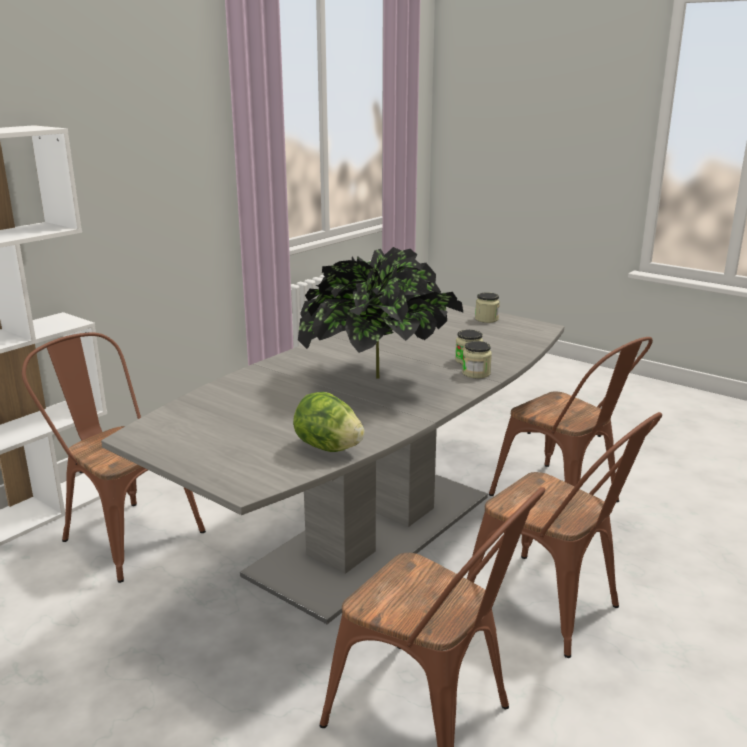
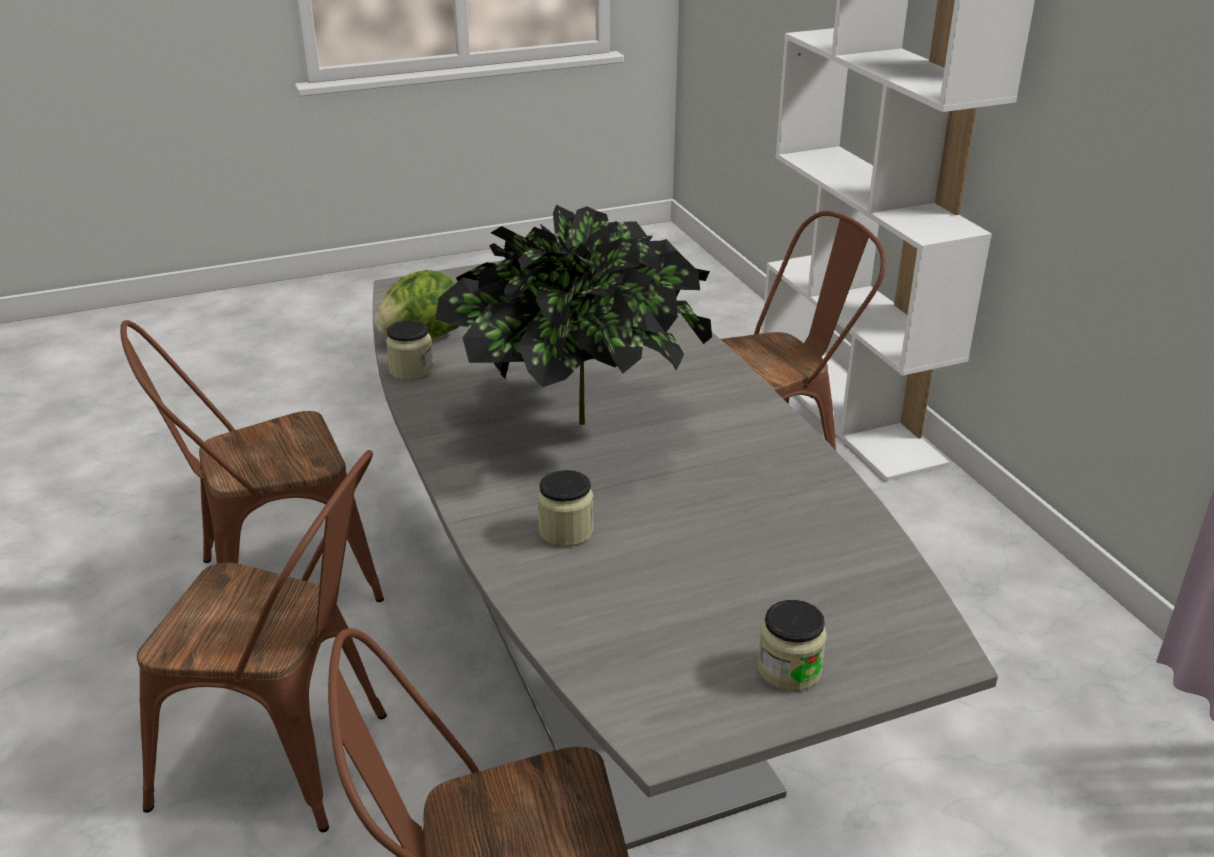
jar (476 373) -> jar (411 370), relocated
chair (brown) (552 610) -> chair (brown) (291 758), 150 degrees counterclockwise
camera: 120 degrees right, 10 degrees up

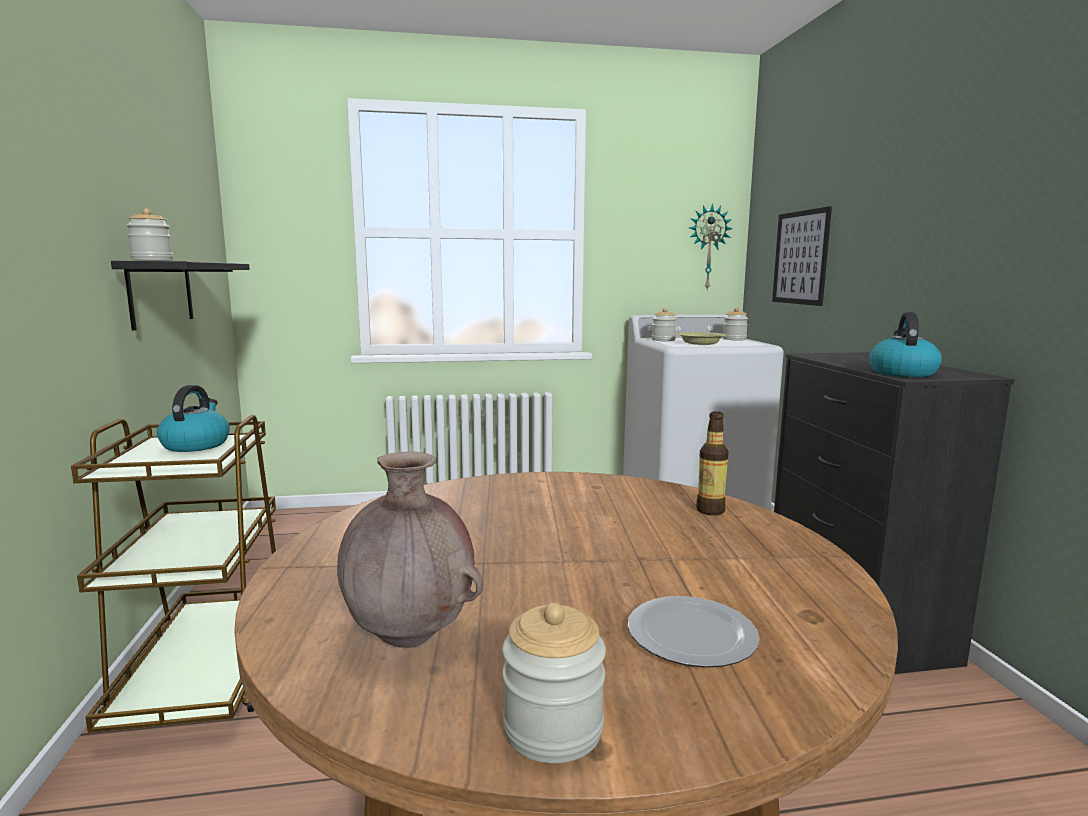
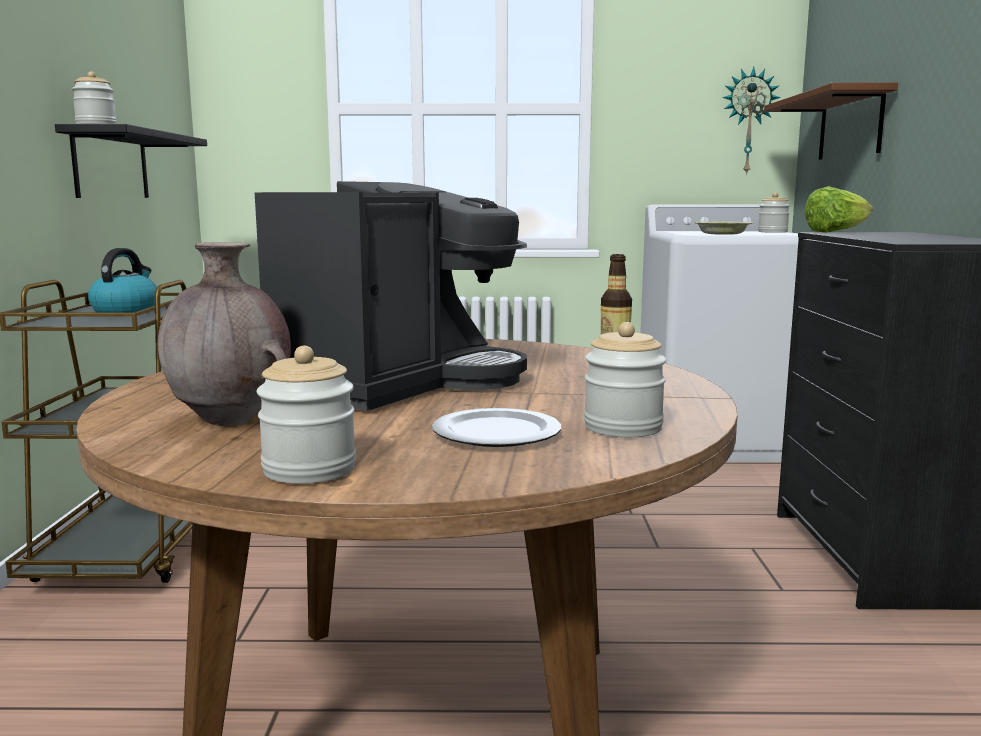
picture (800 257) -> shelf (brown) (850 126)
jar (663 340) -> jar (623 427), relocated
kettle (901 373) -> none
none -> coffee machine (398 382)
none -> lettuce (836 232)
camera: 10 degrees right, 0 degrees up

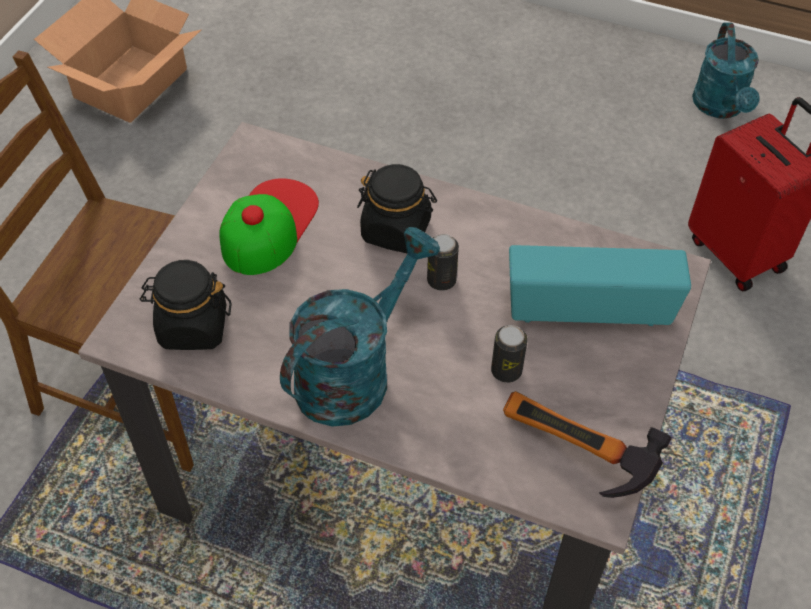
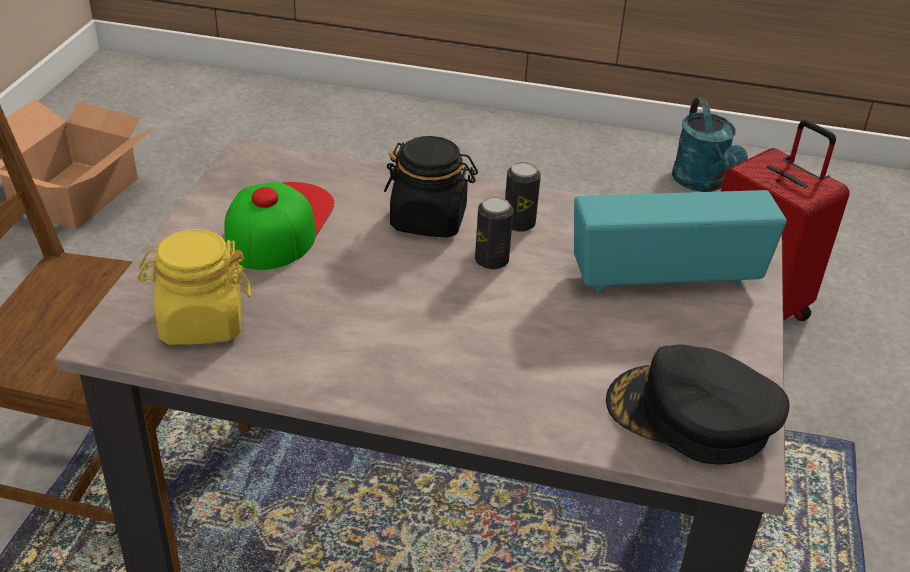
watering can (turquoise) (354 371) -> none
jar (black) (192 327) -> jar (yellow) (201 323)
can (506 371) -> can (519 224), relocated
hammer (571 457) -> cap (black) (691 416)
camera: 10 degrees left, 15 degrees down

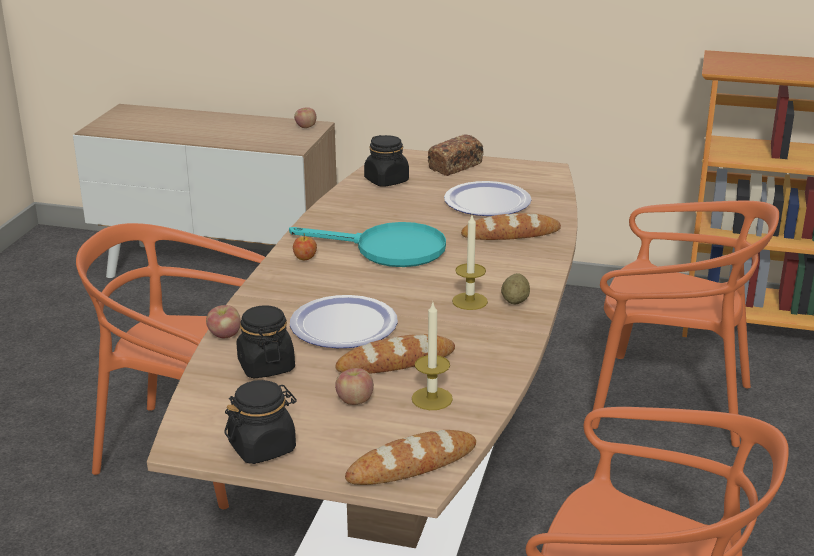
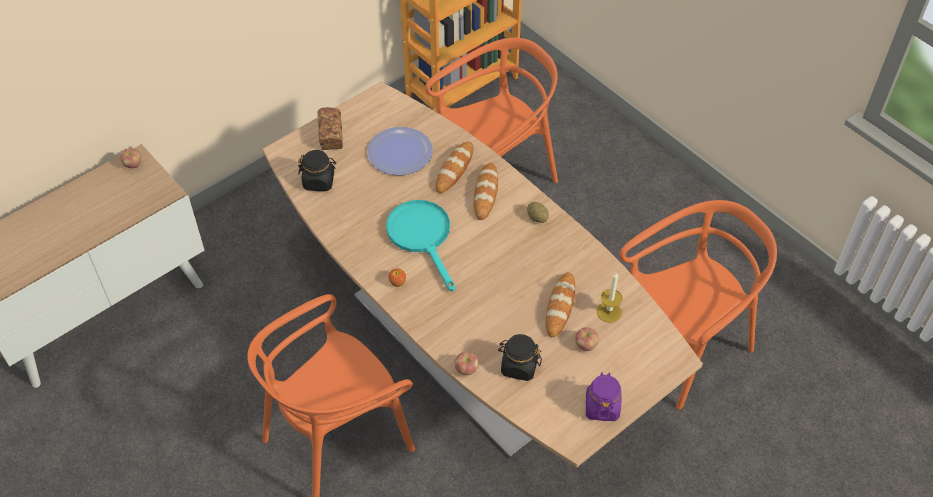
candle (469 301) -> none
frying pan (turquoise) (388 249) -> frying pan (turquoise) (422 237), 75 degrees counterclockwise
plate (343 325) -> none
jar (black) (263 447) -> jar (purple) (602 407)
bread (412 464) -> bread (485 193), relocated
camera: 55 degrees left, 25 degrees up

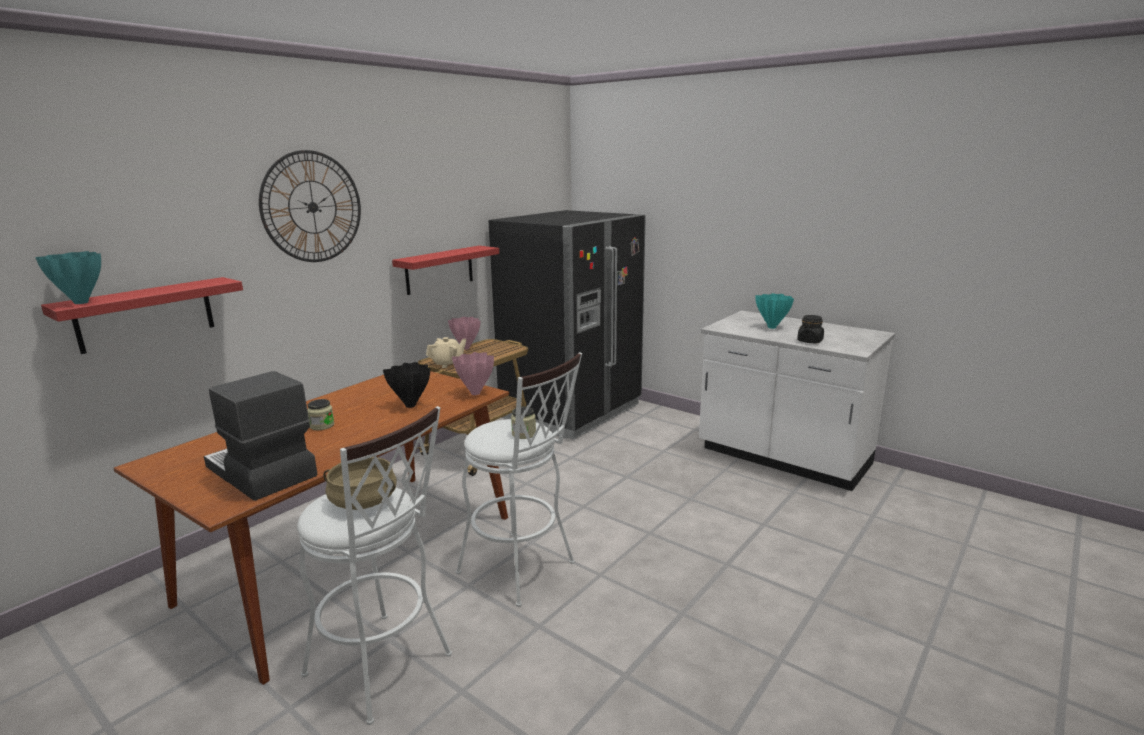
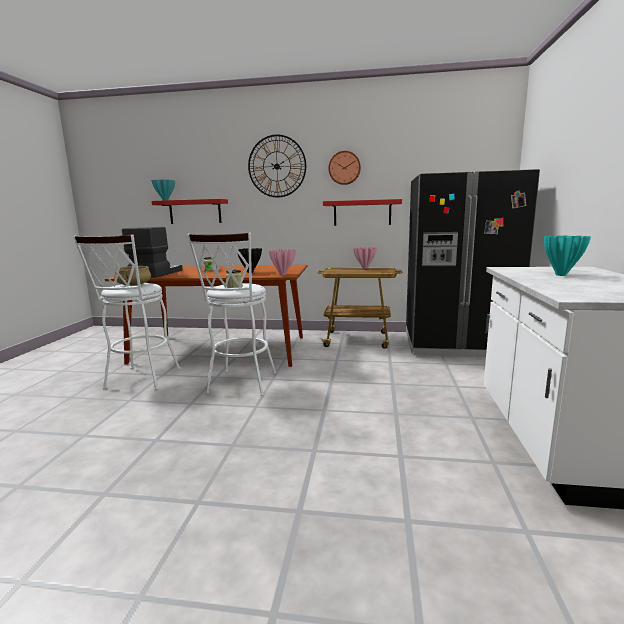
jar (black) (810 341) -> none
teapot (beige) (448 364) -> none
none -> wall clock (344 168)
camera: 60 degrees right, 5 degrees down

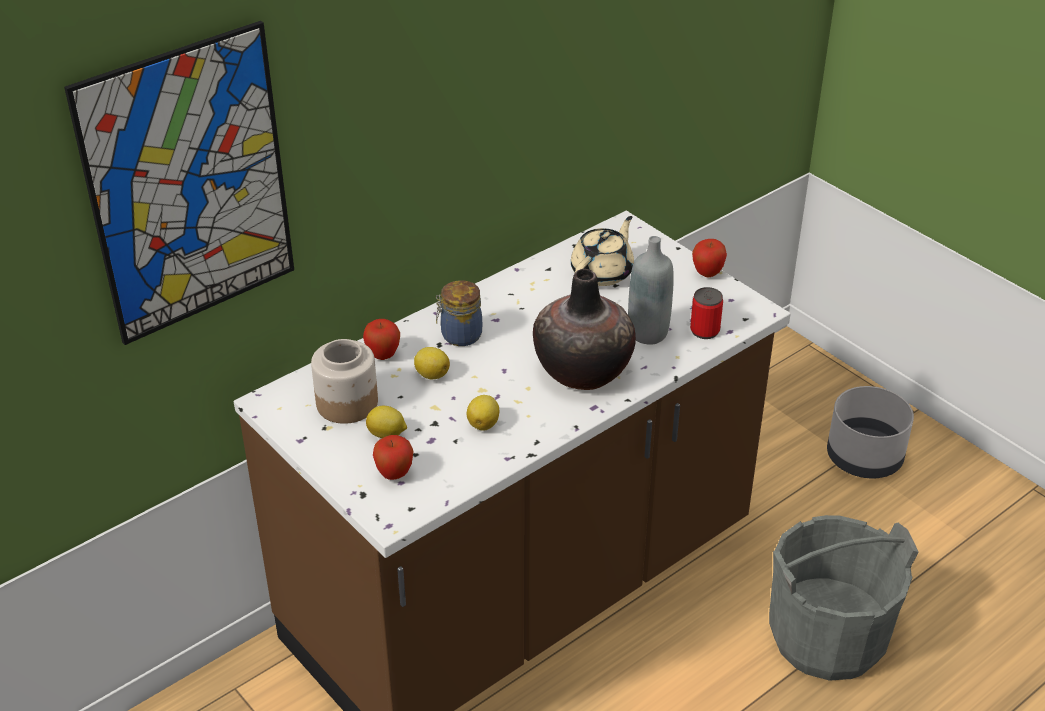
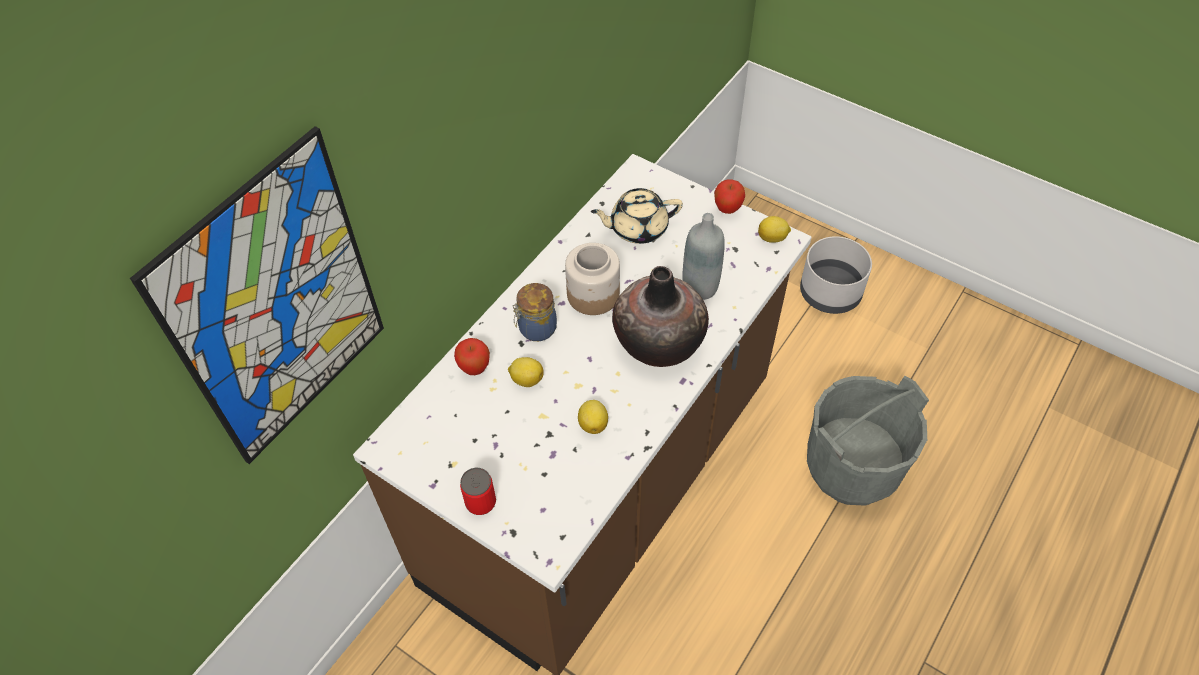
teapot (beige) (603 272) -> teapot (beige) (637 228), 120 degrees counterclockwise
can (704 331) -> can (480 502), relocated
jar (346 404) -> jar (592 295), relocated
lemon (387 435) -> lemon (773 238), relocated
apple (394 474) -> none
camera: 15 degrees left, 15 degrees up

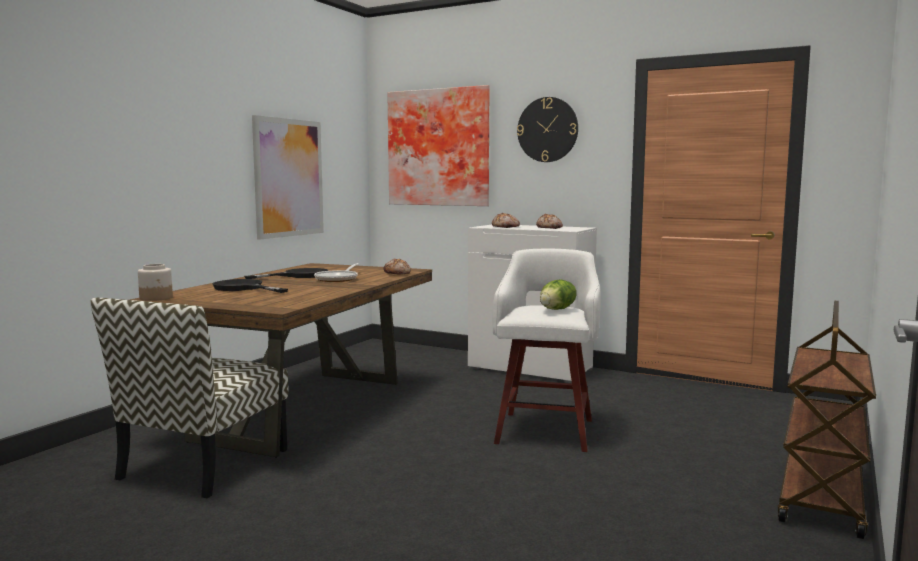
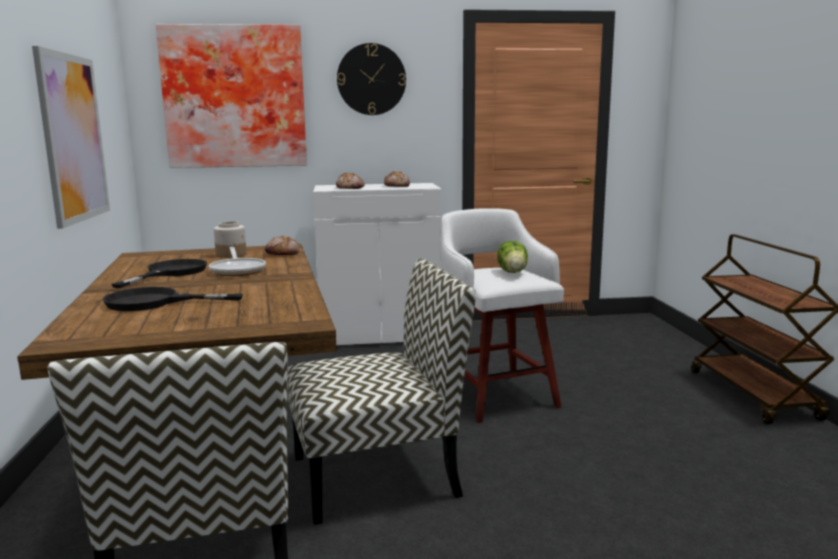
jar (156 298) -> jar (231 255), relocated
none -> chair (377 474)
camera: 35 degrees left, 5 degrees up

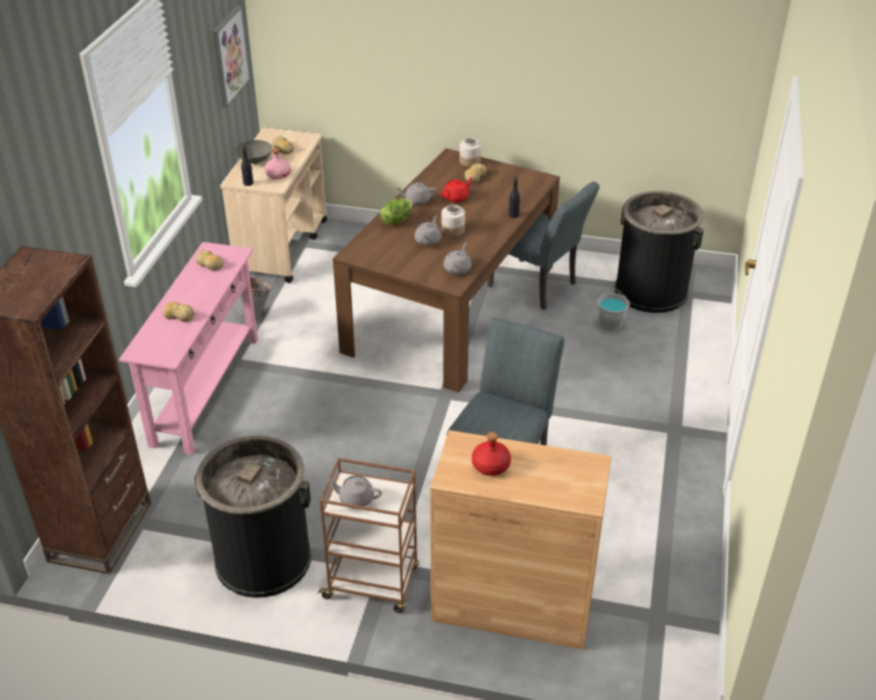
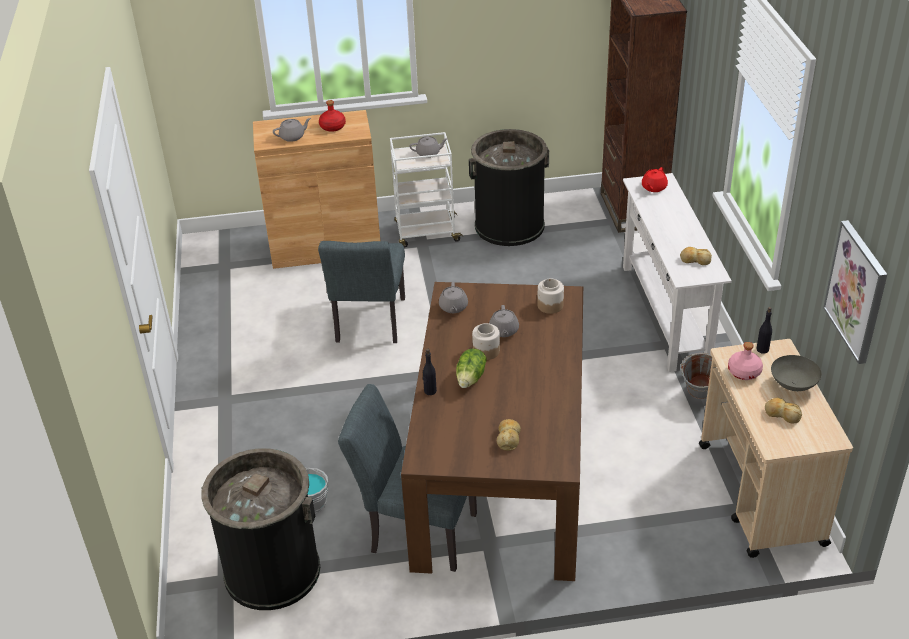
jar (470 161) -> jar (550 305), relocated
teapot (red) (456 197) -> teapot (red) (653 188), relocated
teapot (grey) (417 200) -> teapot (grey) (293 137), relocated
lettuce (396 220) -> lettuce (471 378), relocated
console table (pink) (205 390) -> console table (white) (666 314)
bread (179 316) -> none
cart (brown) (372 583) -> cart (white) (426 233)
camera: 160 degrees right, 0 degrees up

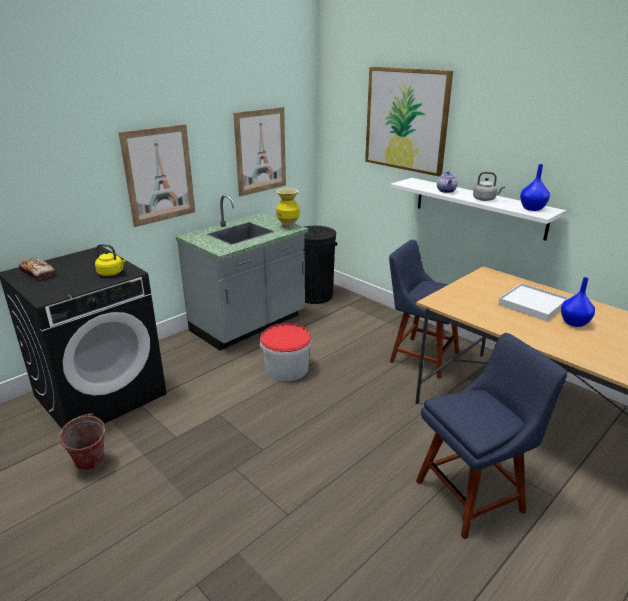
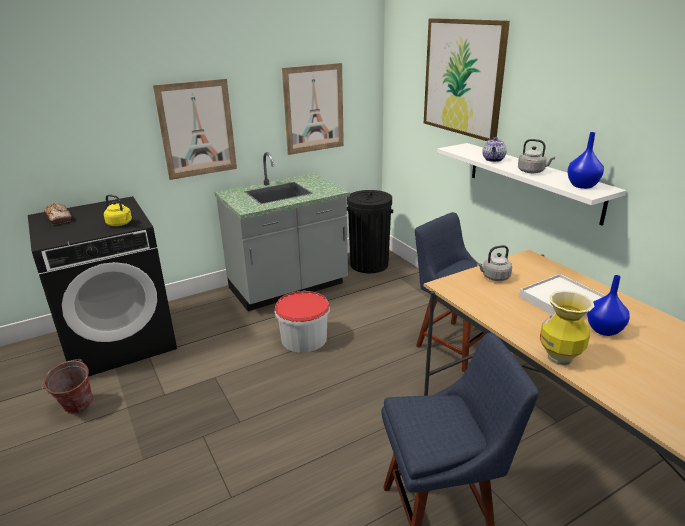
vase (288 226) -> vase (559 358), relocated
none -> kettle (grey) (494 277)
camera: 15 degrees right, 0 degrees up

